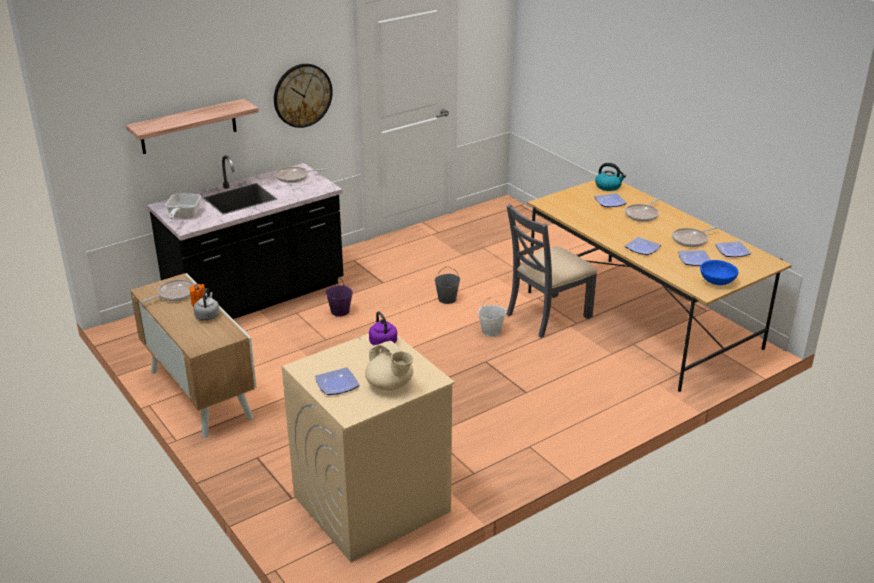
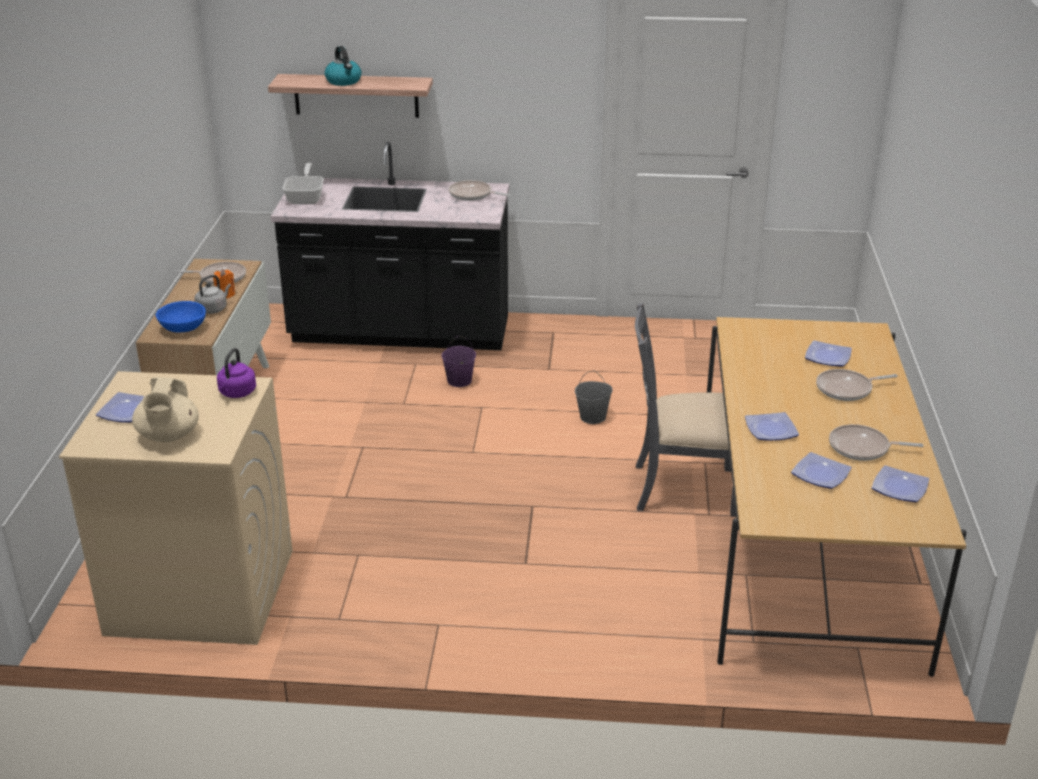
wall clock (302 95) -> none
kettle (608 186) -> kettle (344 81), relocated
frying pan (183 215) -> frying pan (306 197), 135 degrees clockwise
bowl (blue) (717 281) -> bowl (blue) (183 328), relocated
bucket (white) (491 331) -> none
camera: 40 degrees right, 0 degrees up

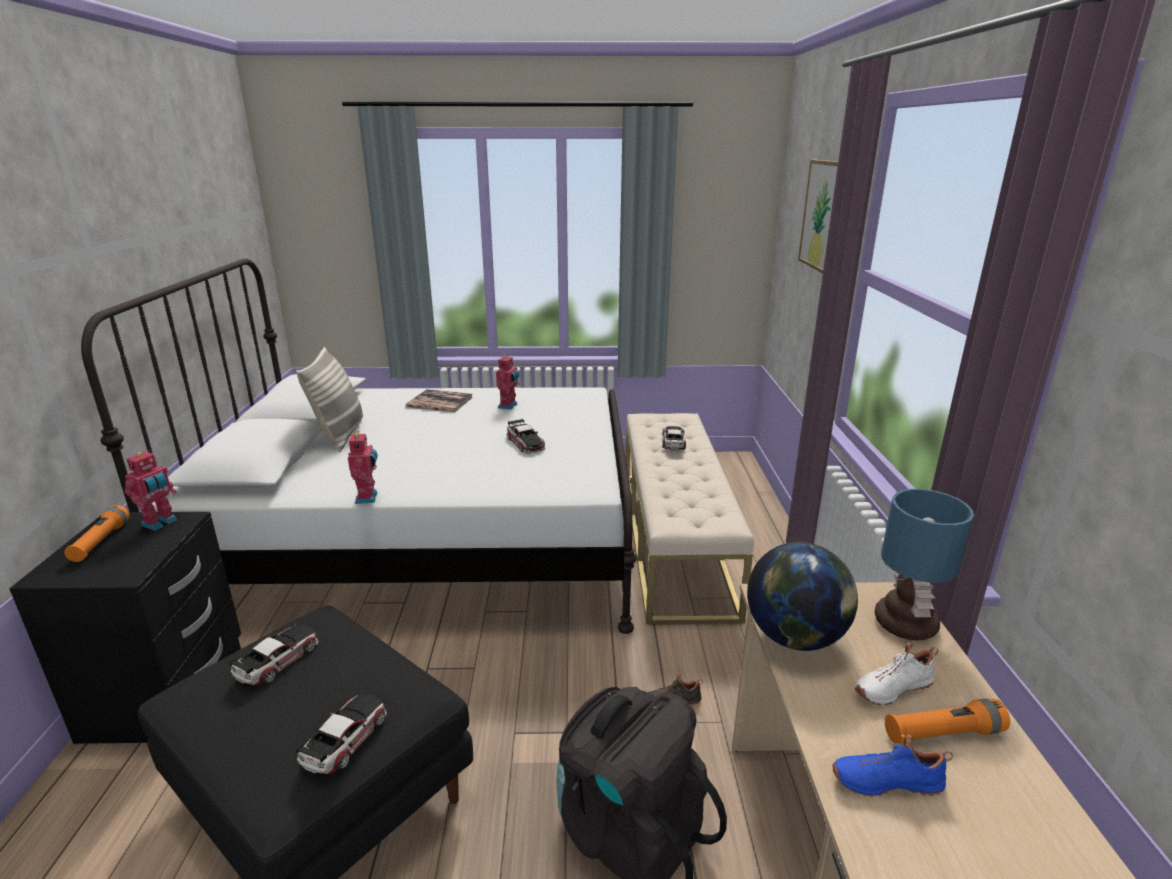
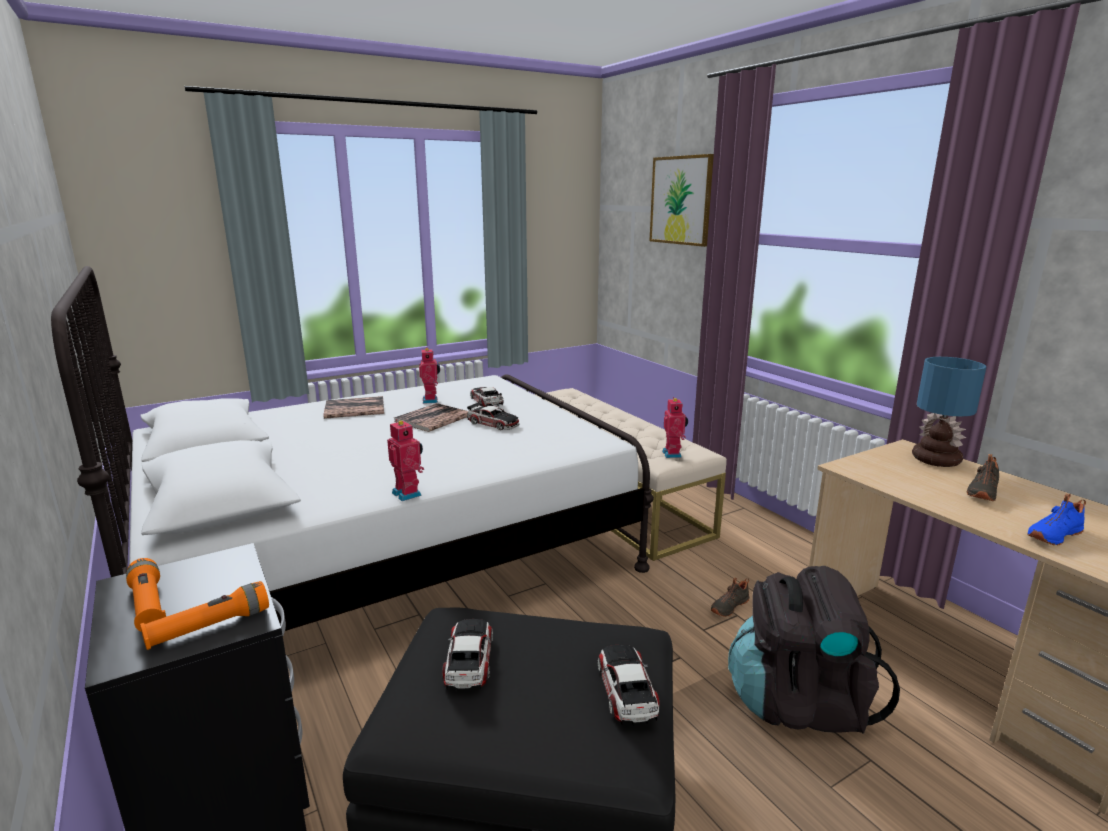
pillow (340 435) -> none
toy car (673 442) -> toy car (486 401), relocated
toy robot (160 523) -> toy robot (673 454), relocated
globe (795 638) -> none
shoe (white) (891 687) -> shoe (black) (981 491)
flashlight (orange) (942 733) -> flashlight (orange) (209 627), relocated
none -> book (433 419)
camera: 30 degrees left, 5 degrees down

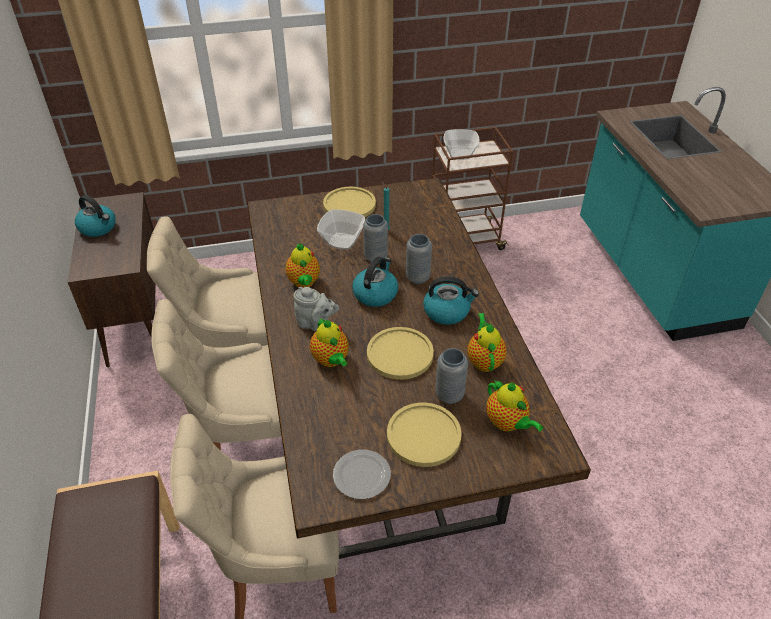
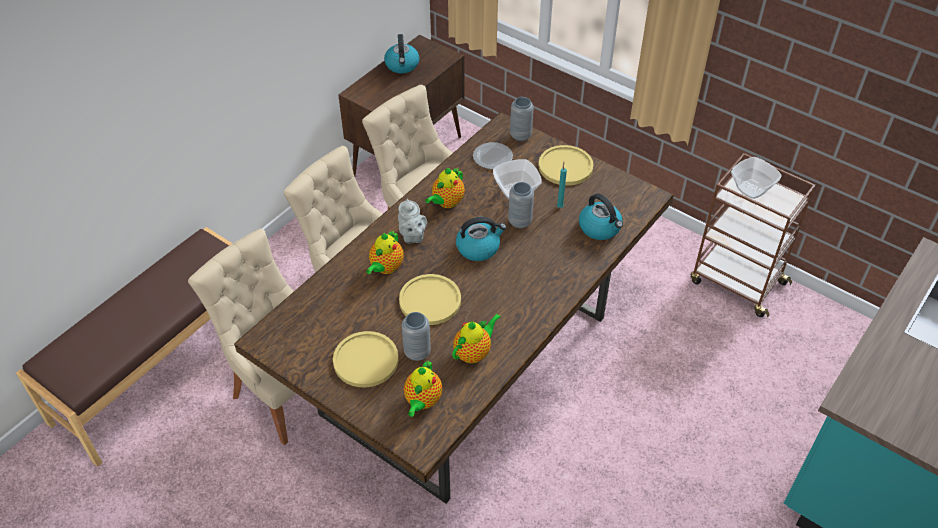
vase (grey) (417 278) -> vase (grey) (520 135), relocated
kettle (447 311) -> kettle (600 228), relocated
plate (360 475) -> plate (492 157), relocated
camera: 50 degrees right, 5 degrees up

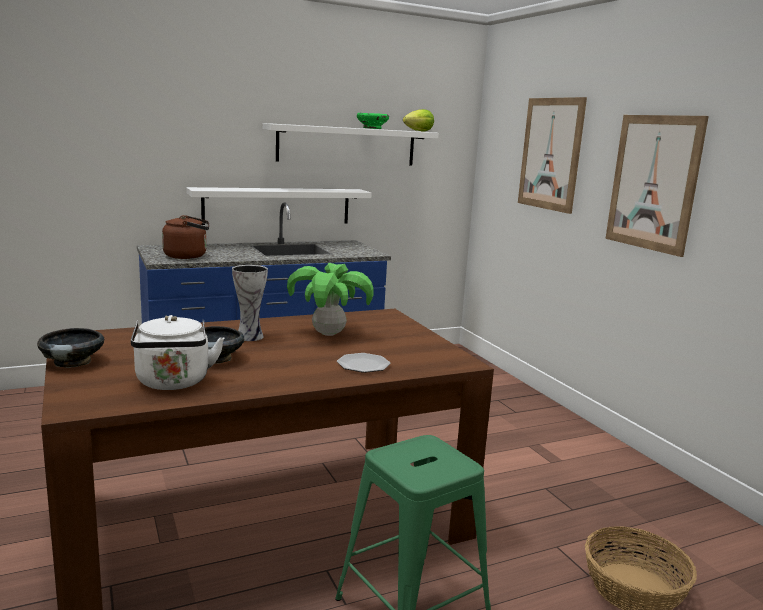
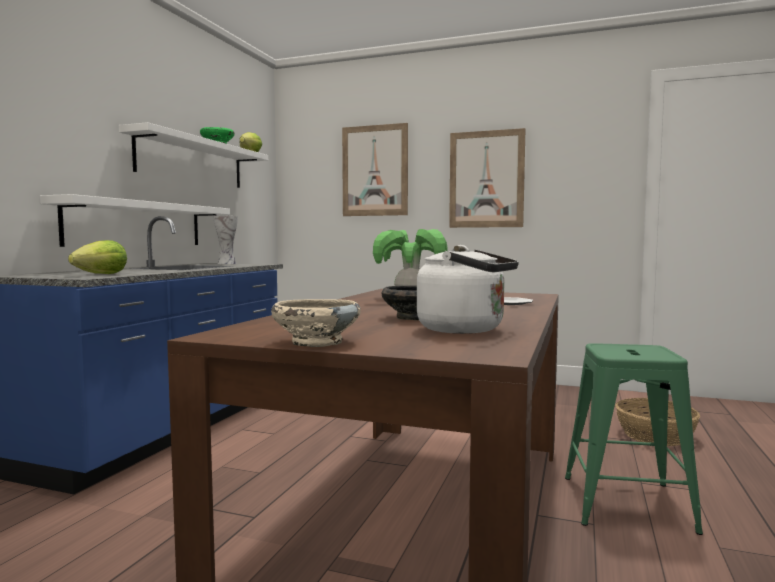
kettle (brown) (188 256) -> lettuce (102 274)
vase (250 336) -> vase (226 263), relocated
bowl (black) (73 361) -> bowl (beige) (316 342)
camera: 45 degrees left, 10 degrees down

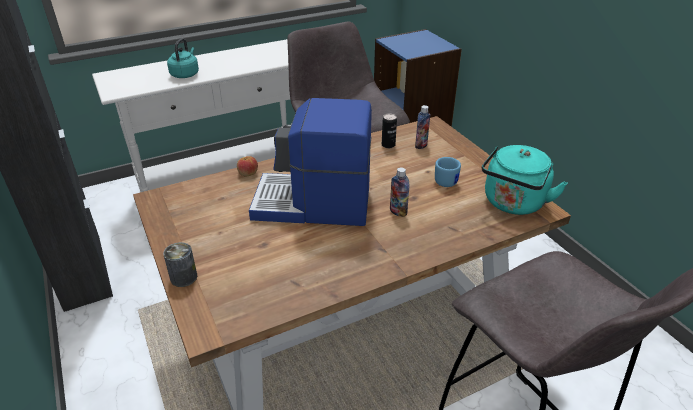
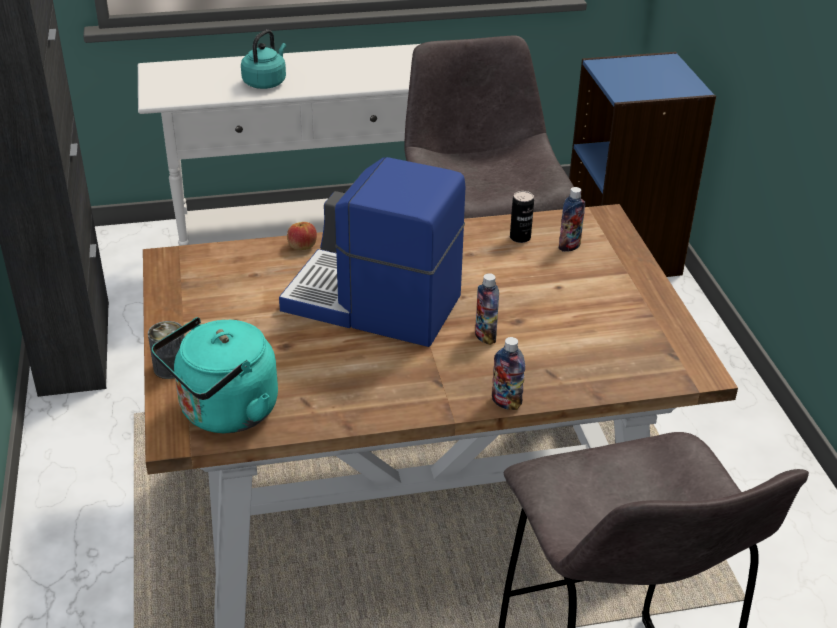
kettle (turquoise) (513 204) -> kettle (turquoise) (224 413), relocated
mug (blue) (447 180) -> none
none -> bottle (506 402)
camera: 15 degrees right, 0 degrees up

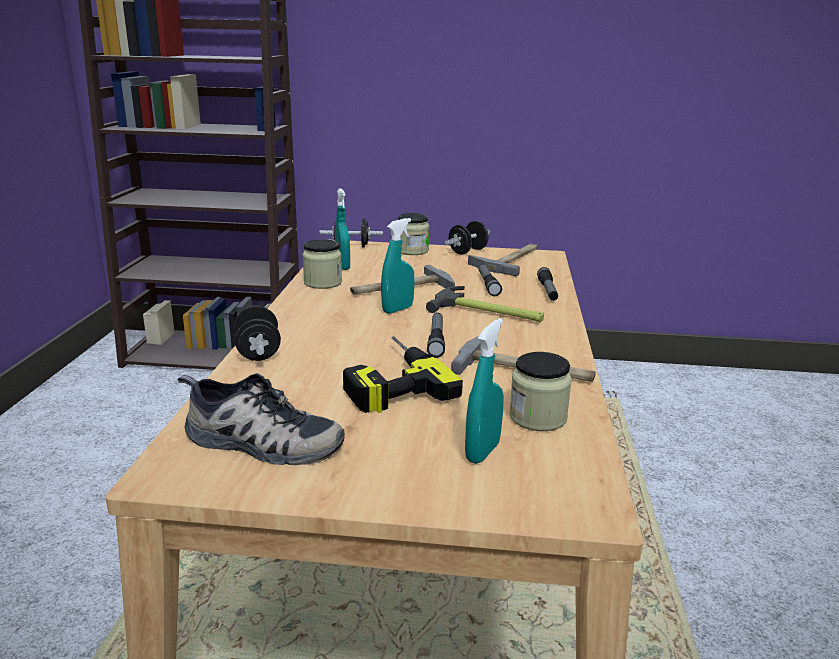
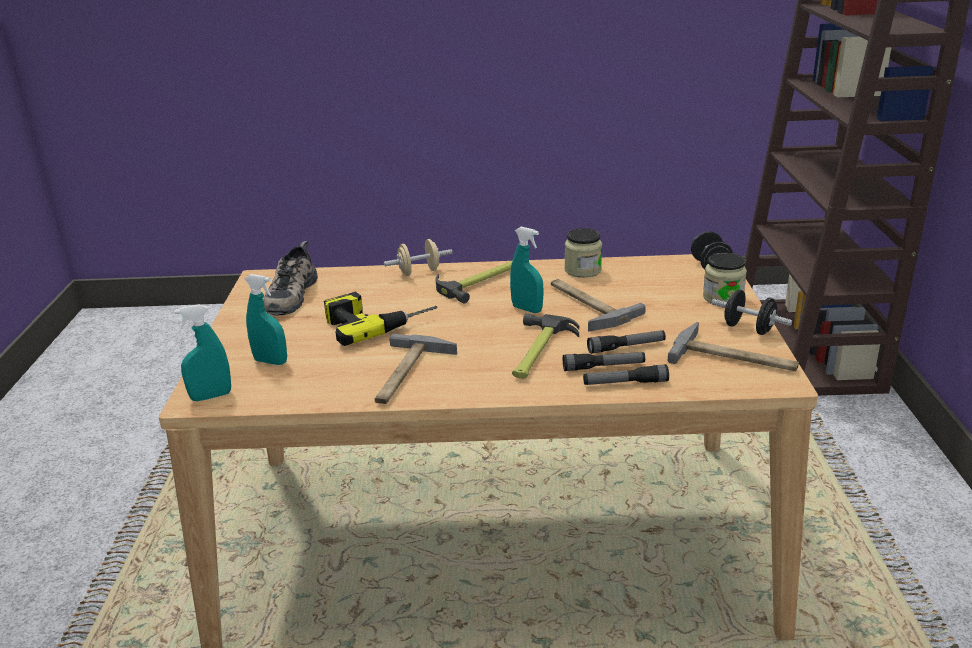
spray bottle (turquoise) (343 267) -> spray bottle (turquoise) (211 396), relocated
dumbbell (black) (258 352) -> dumbbell (beige) (419 272)
flashlight (436 340) -> flashlight (603 367), relocated
jar (537 417) -> none
none -> hammer (483 281)
camera: 85 degrees right, 5 degrees up

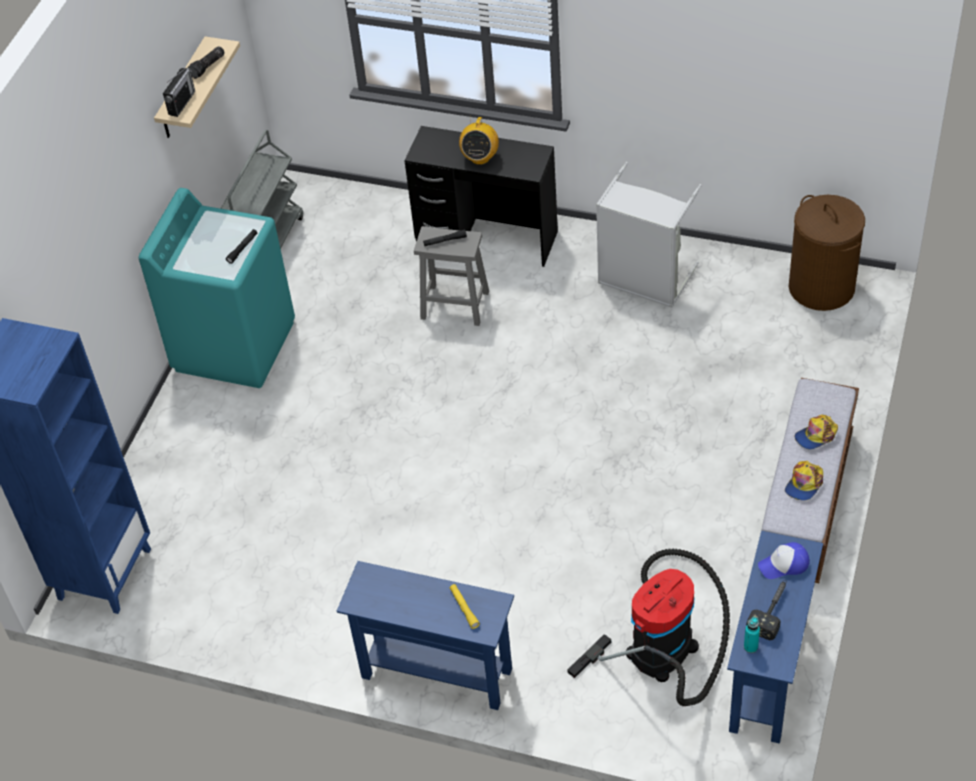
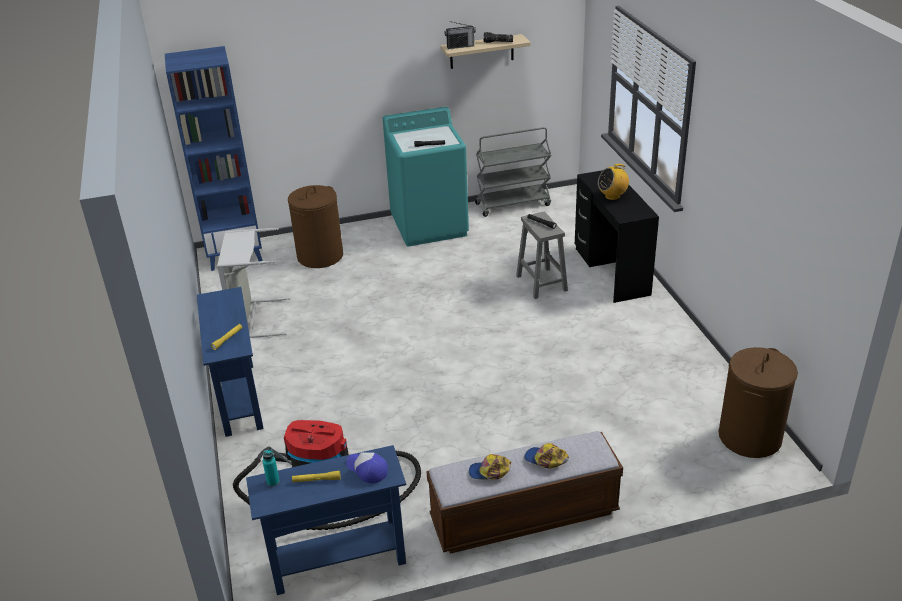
laundry basket (grey) (643 281) -> laundry basket (grey) (253 319), relocated
hammer (772 610) -> flashlight (yellow) (316 480)
none -> laundry basket (brown) (320 256)
camera: 55 degrees right, 15 degrees down

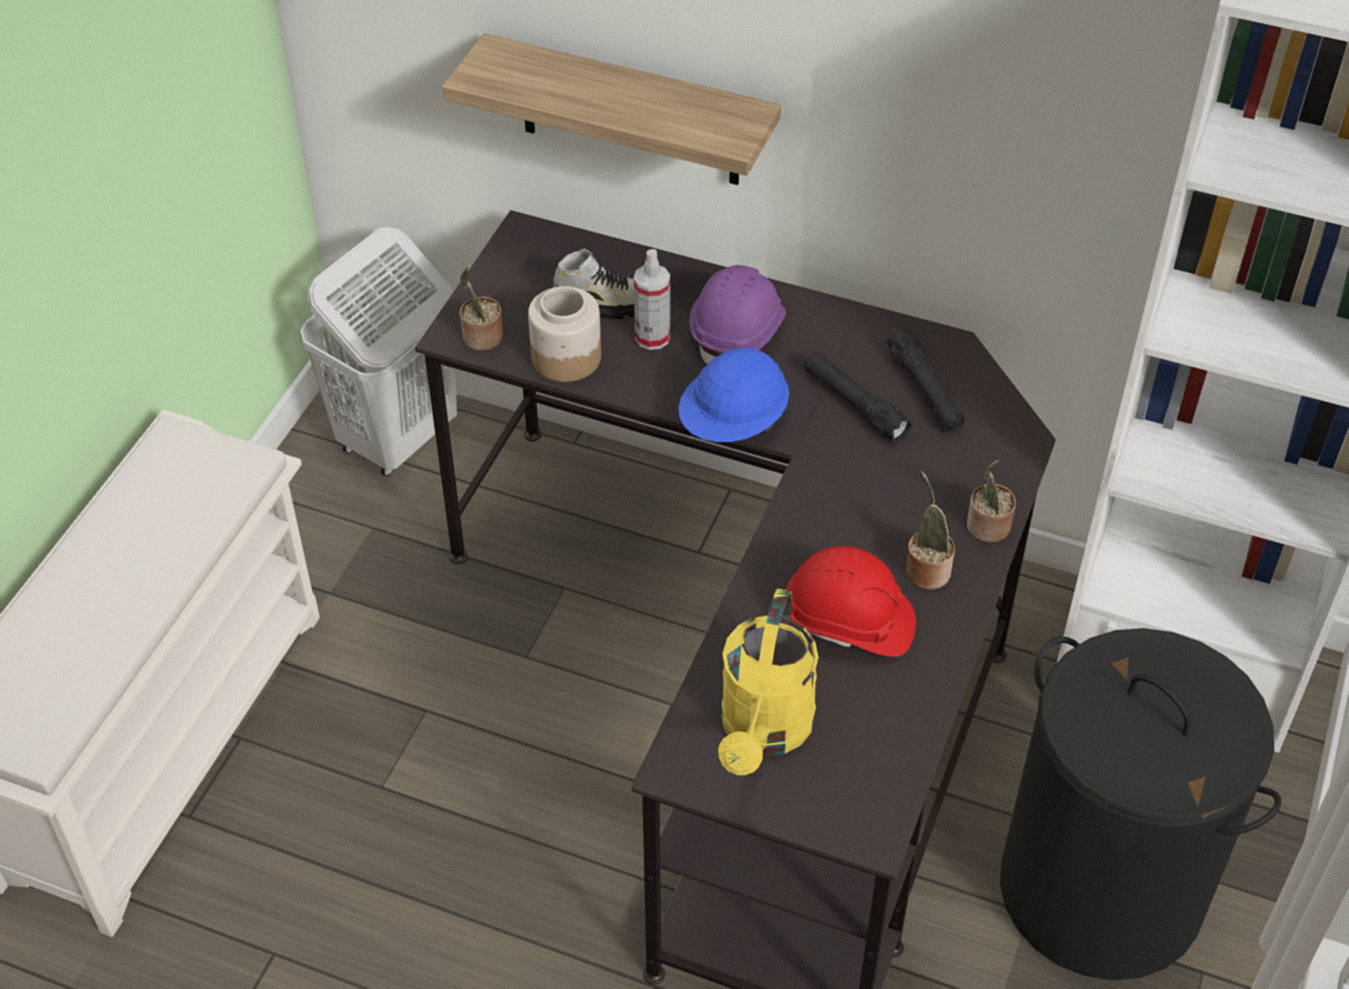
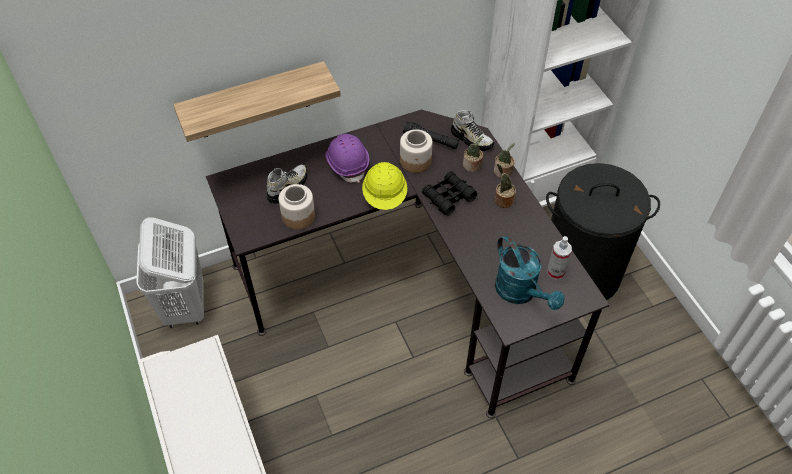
spray bottle (652 337) -> spray bottle (555 272), relocated
potted plant (481 338) -> potted plant (472 166), relocated
hard hat (blue) (733 423) -> hard hat (yellow) (385 197)
flashlight (black) (855 405) -> jar (416 161)
hard hat (red) (848 622) -> none
watering can (yellow) (764 732) -> watering can (turquoise) (521 293)
none -> shoe (471 139)
none -> binoculars (black) (448 197)
camera: 45 degrees left, 5 degrees up

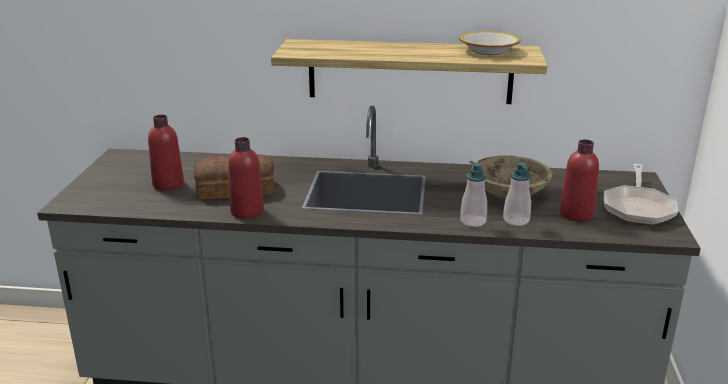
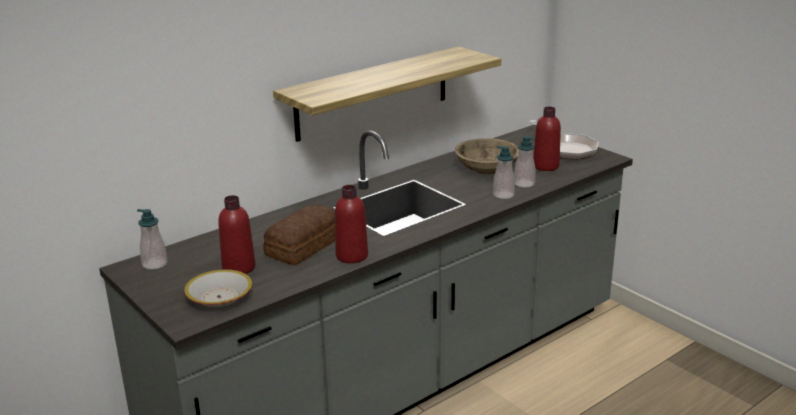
bowl (488 50) -> bowl (219 298), relocated
none -> soap dispenser (155 264)
camera: 45 degrees left, 0 degrees up

